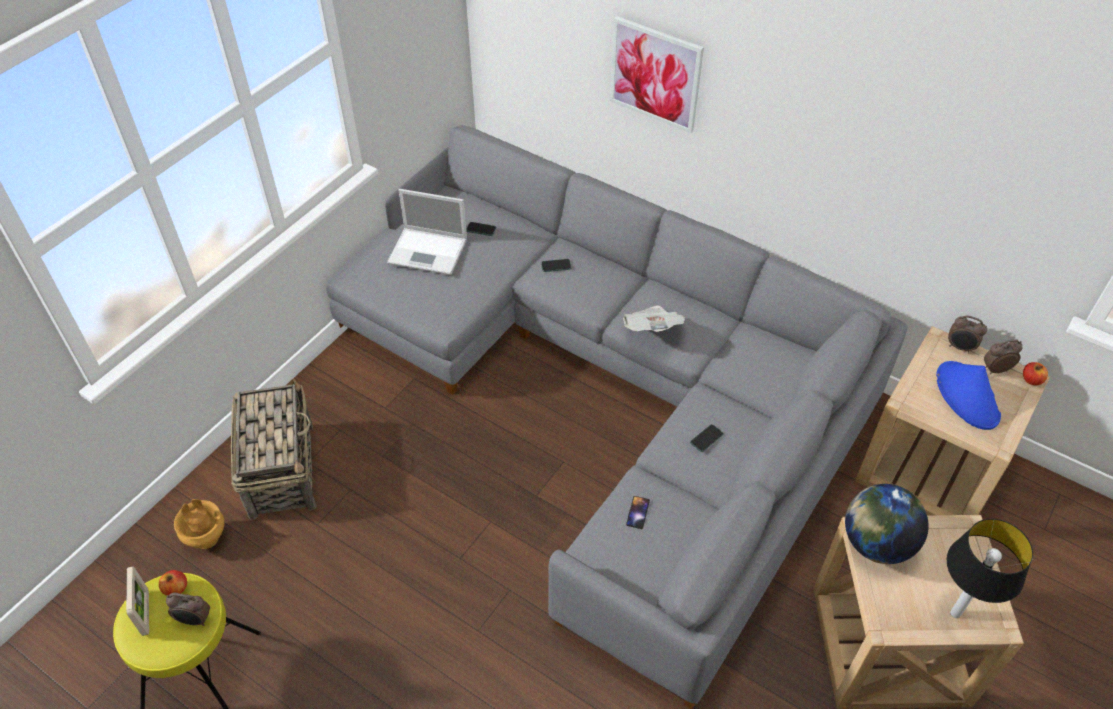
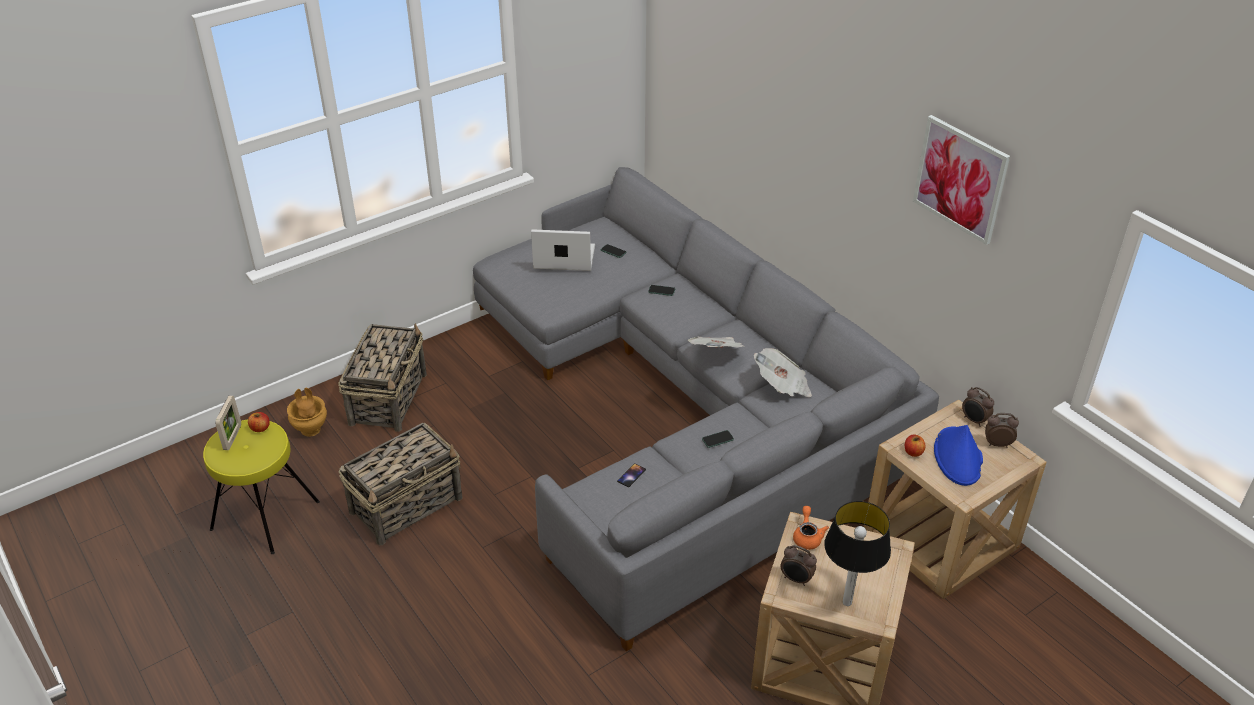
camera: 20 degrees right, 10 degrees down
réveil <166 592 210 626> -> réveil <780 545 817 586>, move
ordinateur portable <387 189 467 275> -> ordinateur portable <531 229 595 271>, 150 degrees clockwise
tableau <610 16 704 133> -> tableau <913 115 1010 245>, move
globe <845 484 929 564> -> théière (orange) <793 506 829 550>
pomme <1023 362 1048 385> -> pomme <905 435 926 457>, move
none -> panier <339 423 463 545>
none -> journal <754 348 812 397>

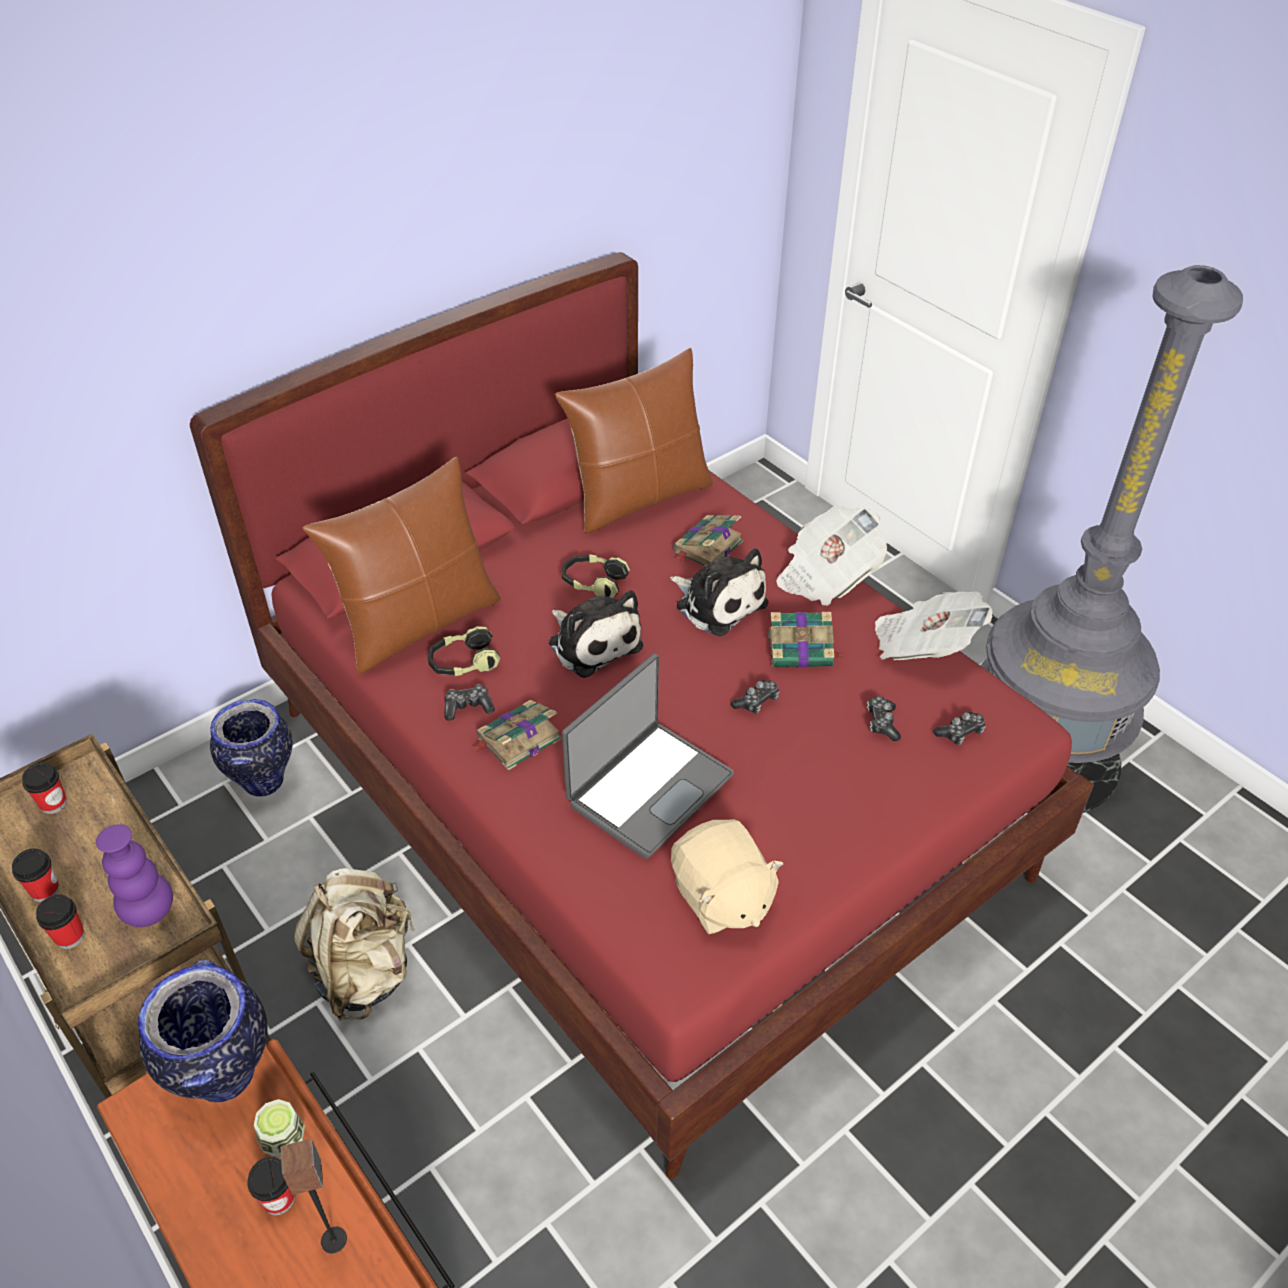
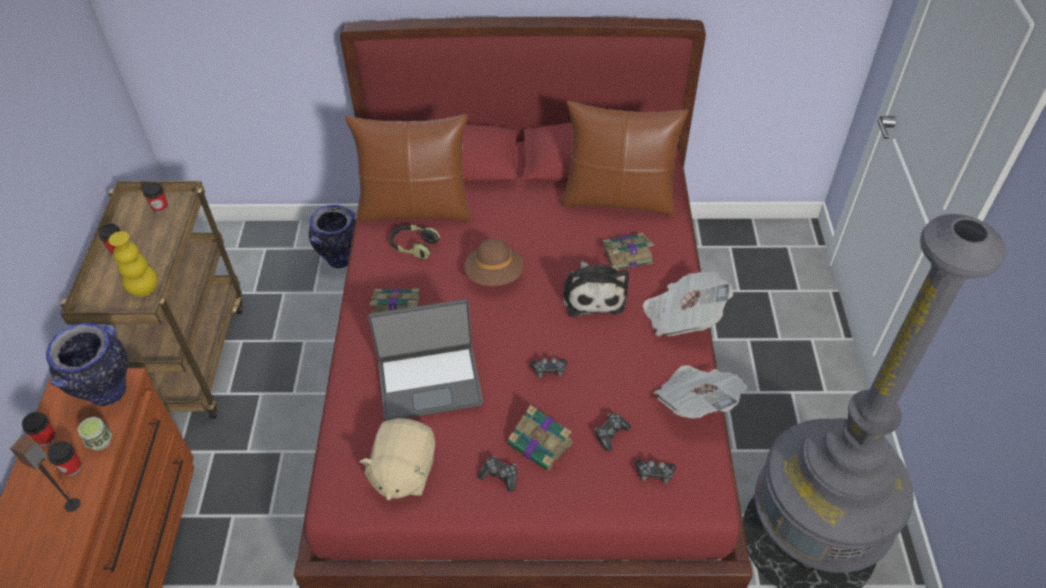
camera: 40 degrees right, 5 degrees up
tasse <36 894 85 949> -> tasse <22 412 57 446>, move
vase (violet) <96 824 173 927> -> vase (jaune) <108 231 158 296>
sac à dos (beige) <293 868 415 1021> -> none
manette <444 684 495 721> -> manette <478 456 517 492>, move
peluche <549 590 643 678> -> chapeau (marron) <465 239 523 286>
casque audio <562 554 630 598> -> none
livre <768 612 844 667> -> livre <508 405 573 471>, move

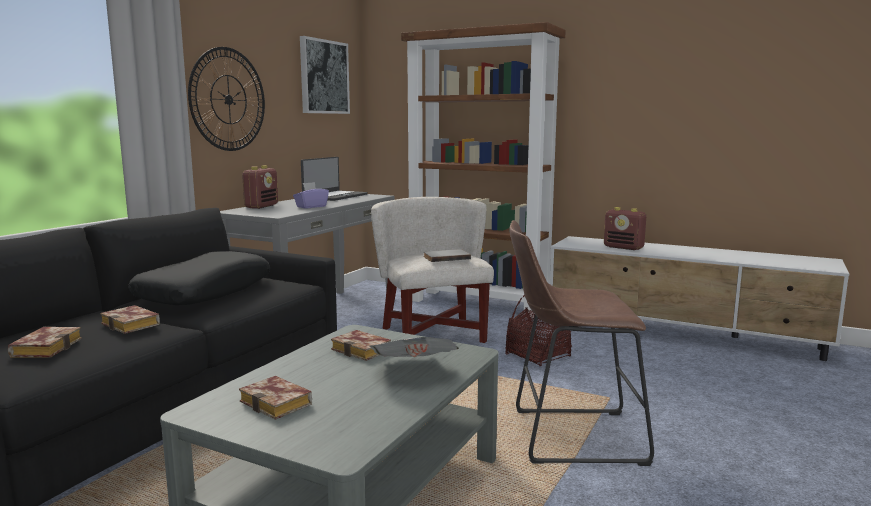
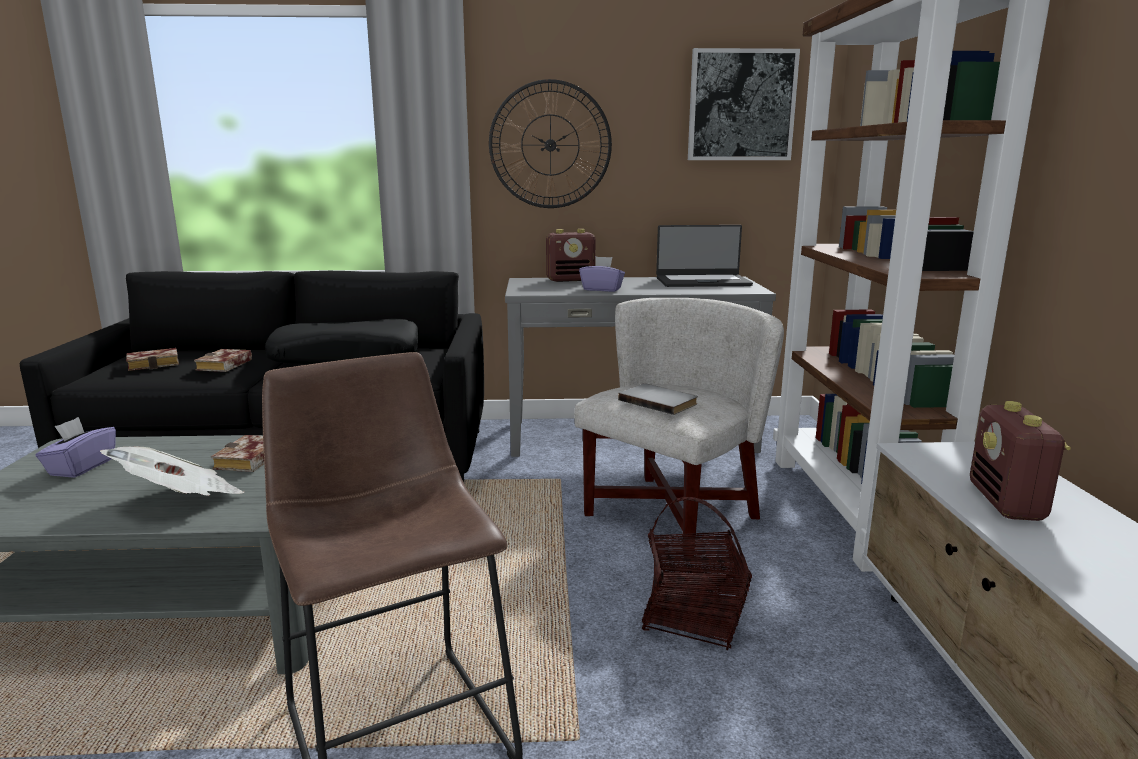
camera: 60 degrees right, 5 degrees up
livre <239 376 312 420> -> boîte à mouchoirs (violet) <35 417 116 478>

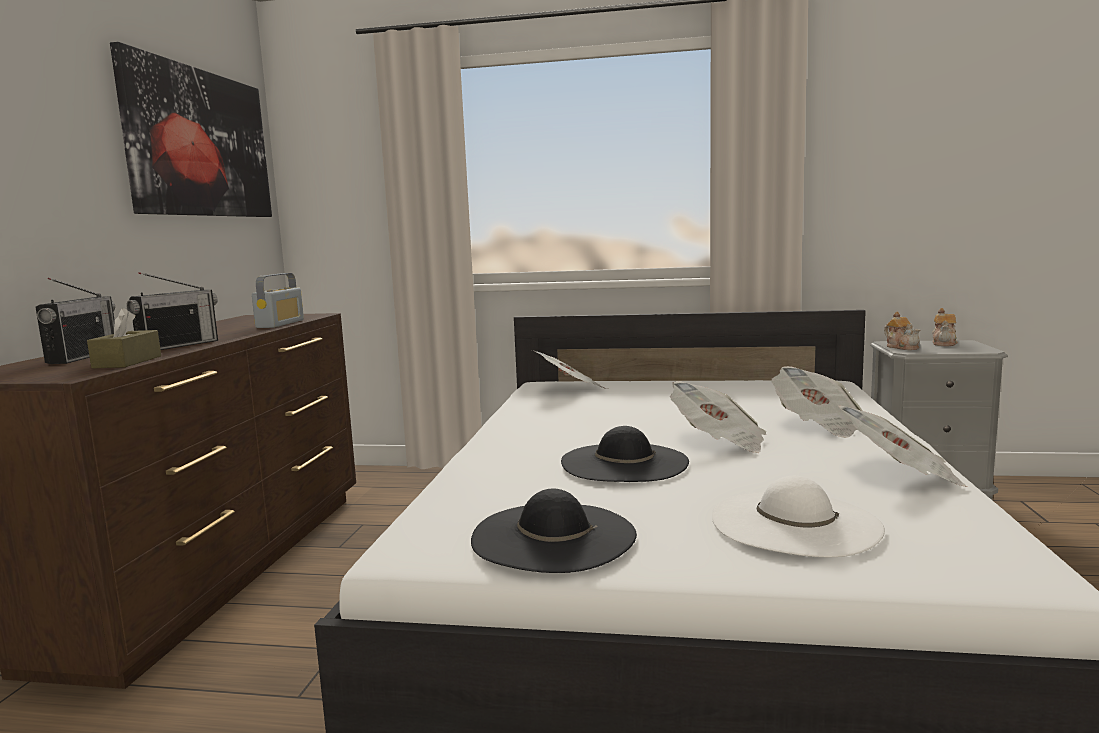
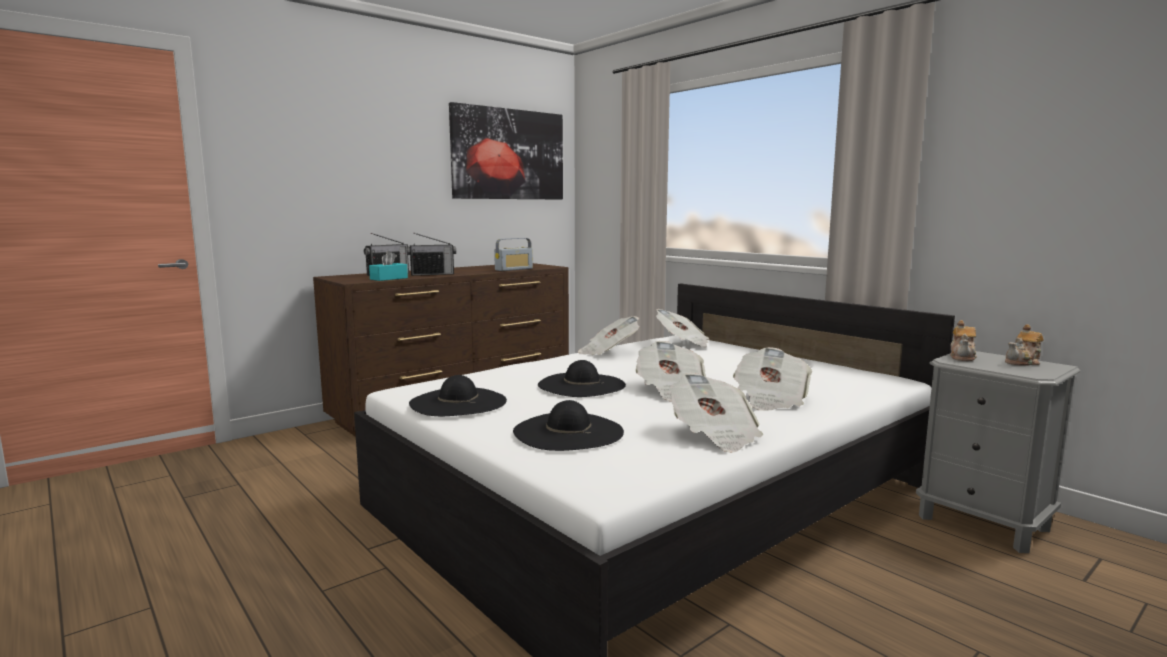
camera: 40 degrees right, 0 degrees up
boîte à mouchoirs (marron) <87 308 161 369> -> boîte à mouchoirs (turquoise) <369 251 408 281>
chapeau (blanc) <712 475 885 557> -> chapeau (noir) <513 400 624 451>
none -> journal <578 316 640 355>

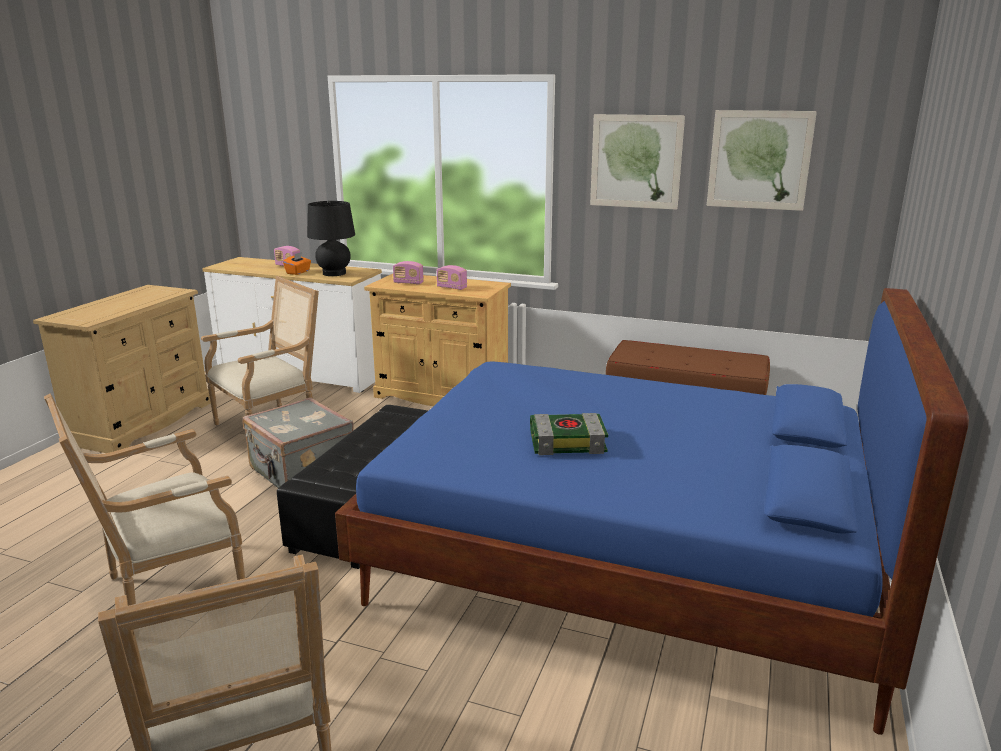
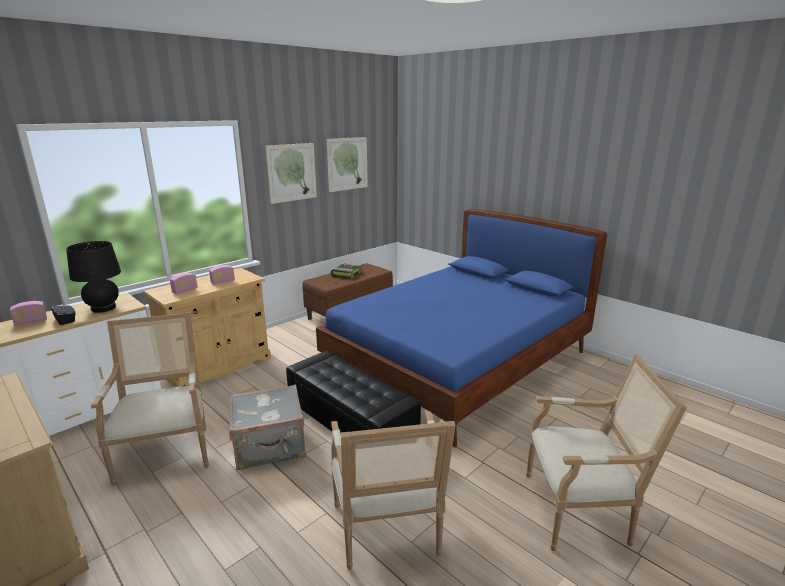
camera: 65 degrees left, 0 degrees up
boîte à mouchoirs (orange) <283 252 311 275> -> boîte à mouchoirs (noir) <51 300 76 325>
livre <530 413 608 455> -> livre <331 263 362 279>, move

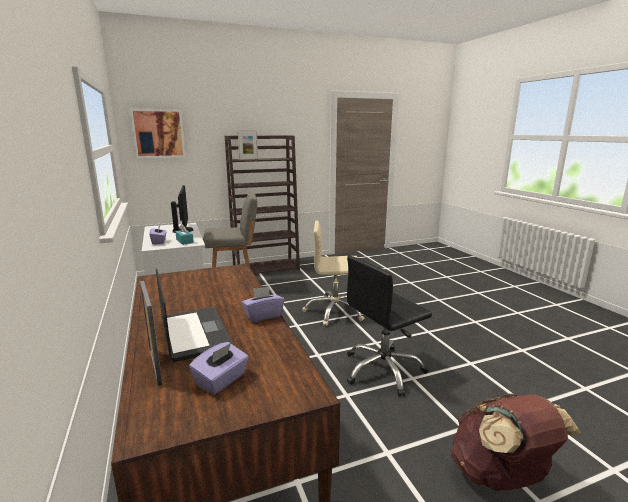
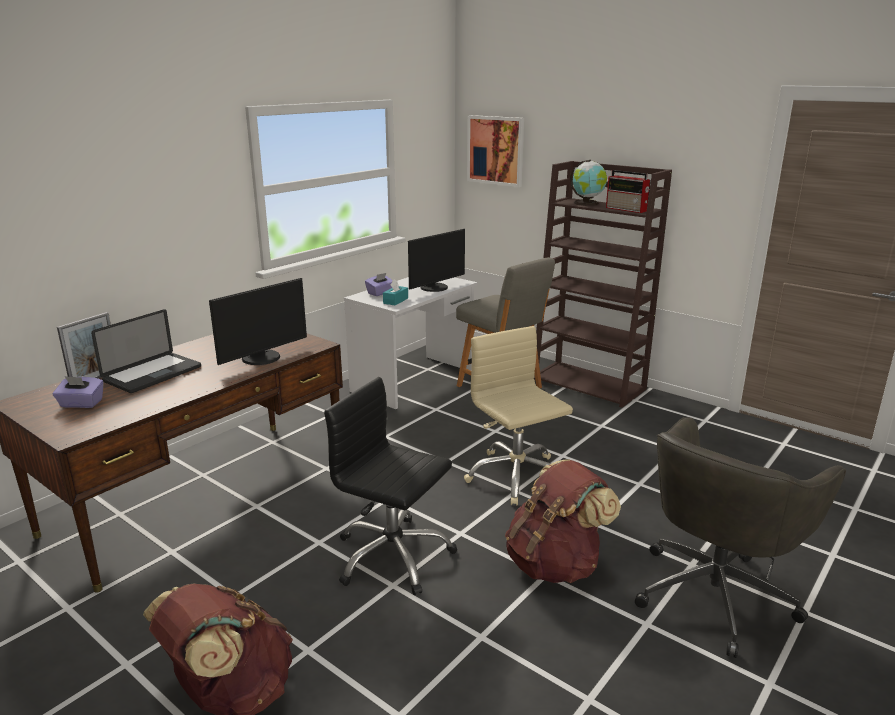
camera: 60 degrees right, 5 degrees up
cadre photo <238 130 258 160> -> globe <570 160 607 206>
boîte à mouchoirs (violet) <242 286 285 322> -> none
none -> écran d'ordinateur <209 278 307 365>
none -> sac à dos (marron) <505 459 621 583>
none -> radio <606 170 651 213>
none -> chaise de bureau (gris) <635 417 846 658>

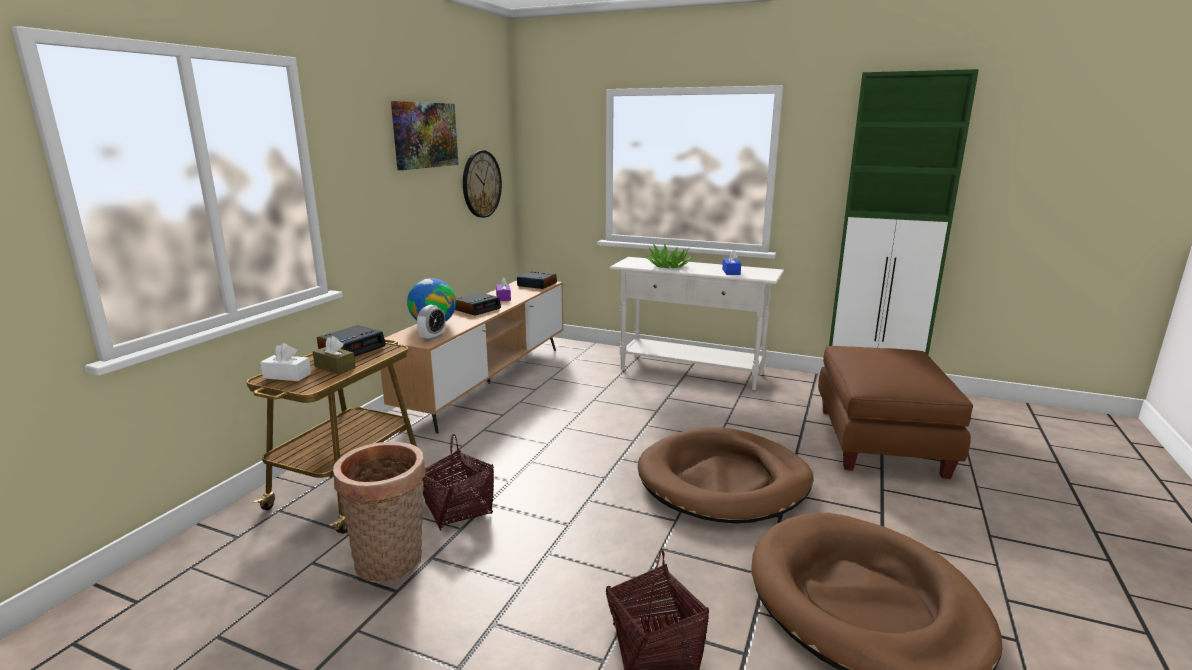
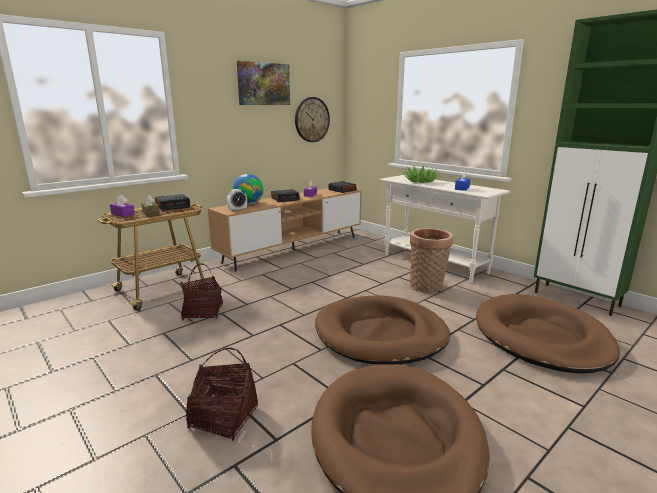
camera: 25 degrees right, 0 degrees up
boîte à mouchoirs (blanc) <260 343 311 381> -> boîte à mouchoirs (violet) <110 195 135 217>
panier <333 442 425 583> -> panier <410 228 453 293>, move
pouf (marron) <818 346 973 479> -> panier pour chien (marron) <476 294 620 373>

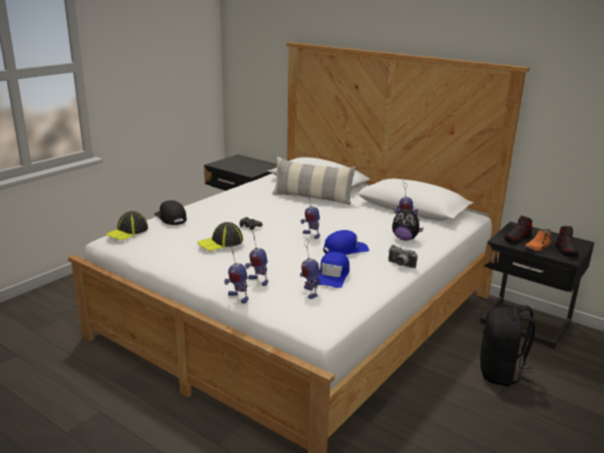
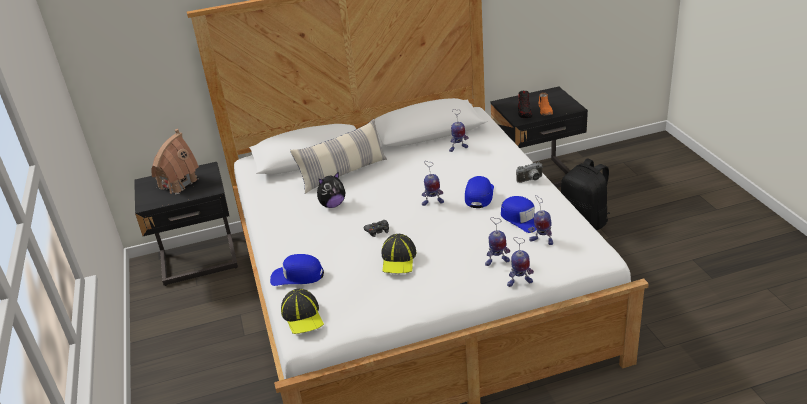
camera: 50 degrees left, 10 degrees up
casquette (noir) <154 200 187 225> -> casquette (bleu) <270 254 324 286>
peluche <392 206 423 241> -> peluche <317 172 345 208>, move
chaussure <555 226 578 257> -> none
none -> maison miniature <152 129 199 194>

